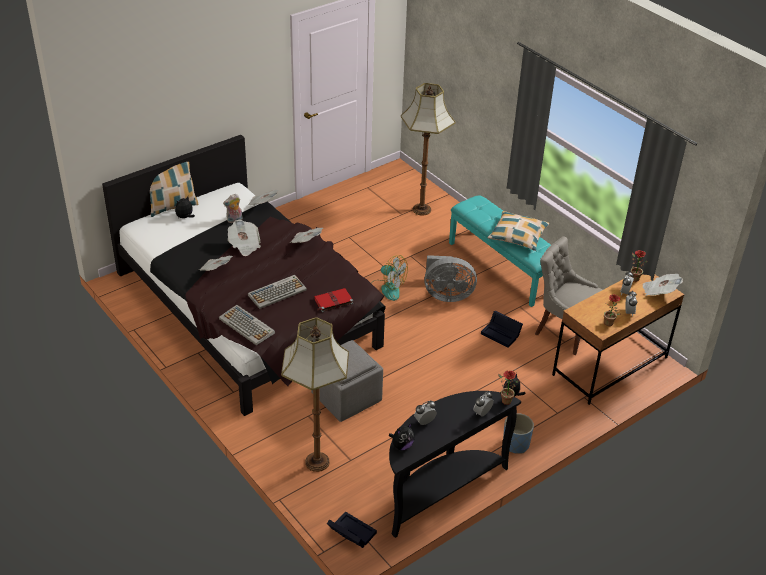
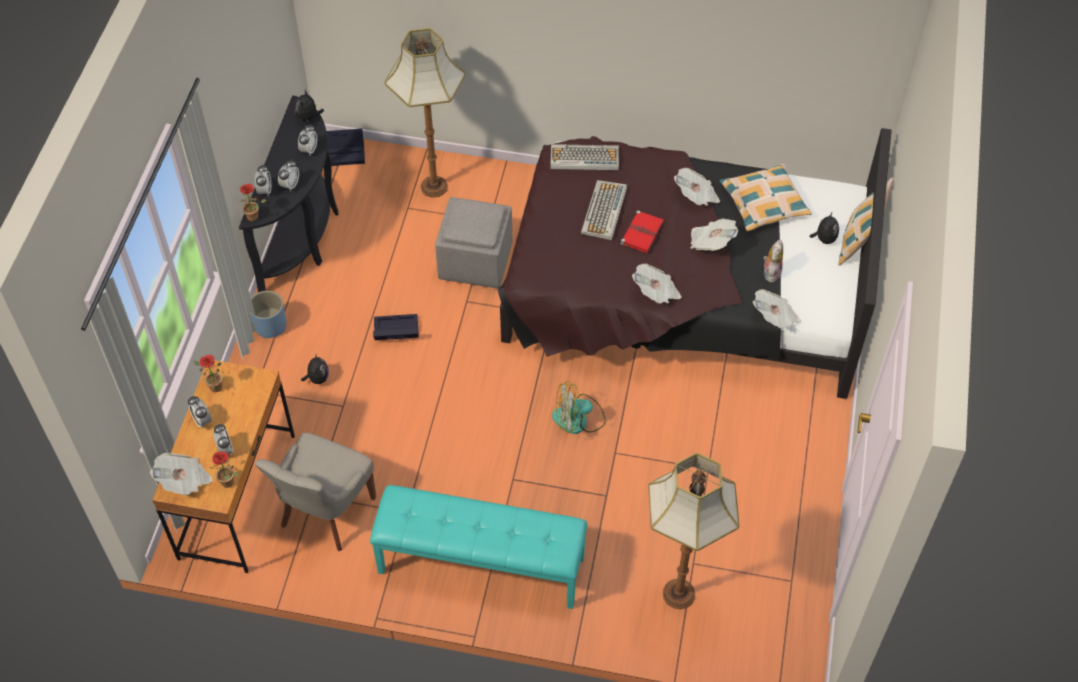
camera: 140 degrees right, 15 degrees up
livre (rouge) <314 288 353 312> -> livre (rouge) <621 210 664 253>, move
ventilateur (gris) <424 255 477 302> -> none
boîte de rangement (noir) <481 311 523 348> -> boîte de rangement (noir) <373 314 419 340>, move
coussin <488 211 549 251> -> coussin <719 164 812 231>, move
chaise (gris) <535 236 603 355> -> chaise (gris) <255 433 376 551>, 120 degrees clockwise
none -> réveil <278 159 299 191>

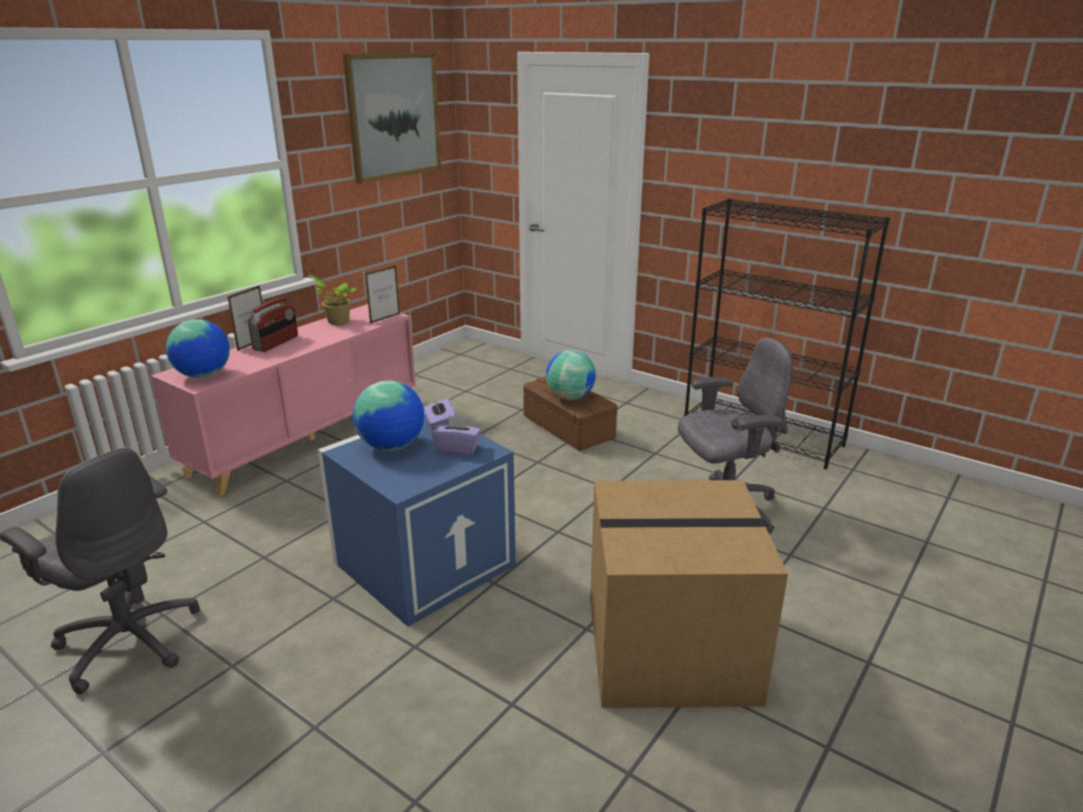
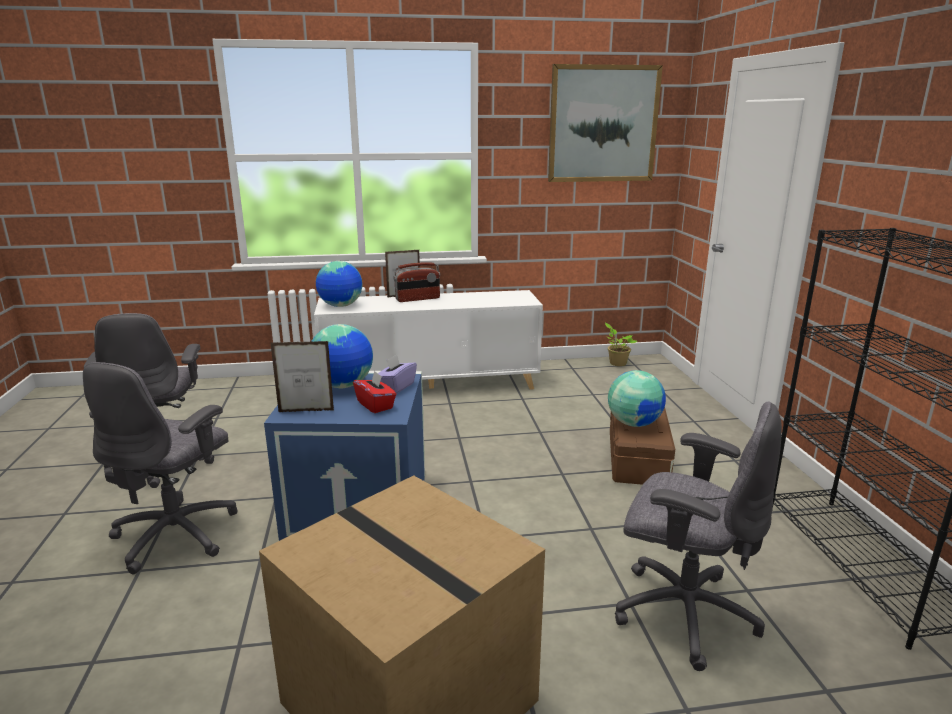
camera: 45 degrees right, 5 degrees down
meuble de rangement (rose) <151 304 416 497> -> meuble de rangement (blanc) <314 290 543 390>
plante en pot <309 275 356 325> -> plante en pot <605 323 637 366>, move
cadre photo <365 265 400 324> -> cadre photo <271 341 334 412>, move
boîte à mouchoirs (violet) <432 415 481 455> -> boîte à mouchoirs (rouge) <353 370 396 413>
none -> chaise de bureau (gris) <83 362 237 574>

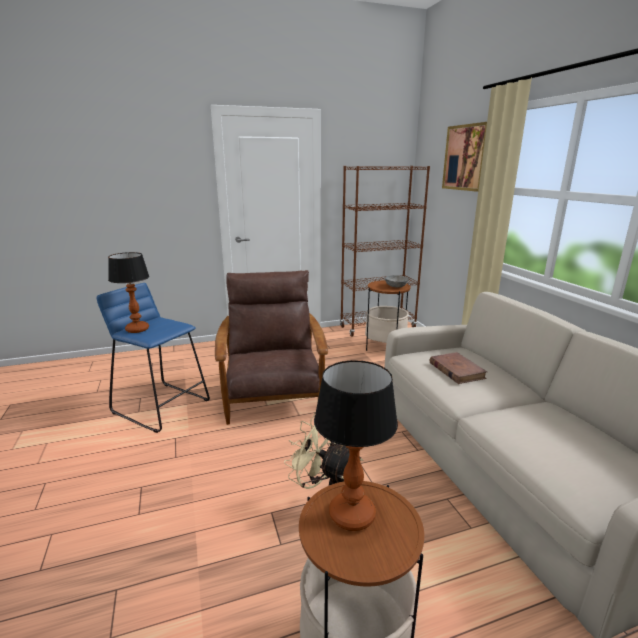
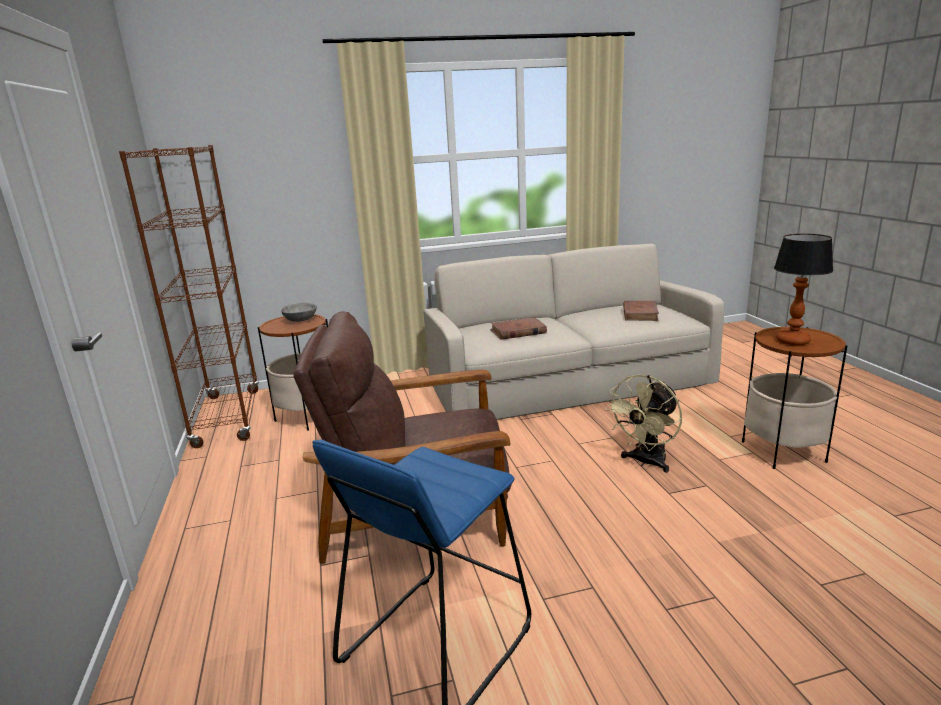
camera: 85 degrees left, 0 degrees up
lampe de table <108 252 150 333> -> none
tableau <442 122 487 192> -> none
none -> livre (marron) <623 301 659 321>

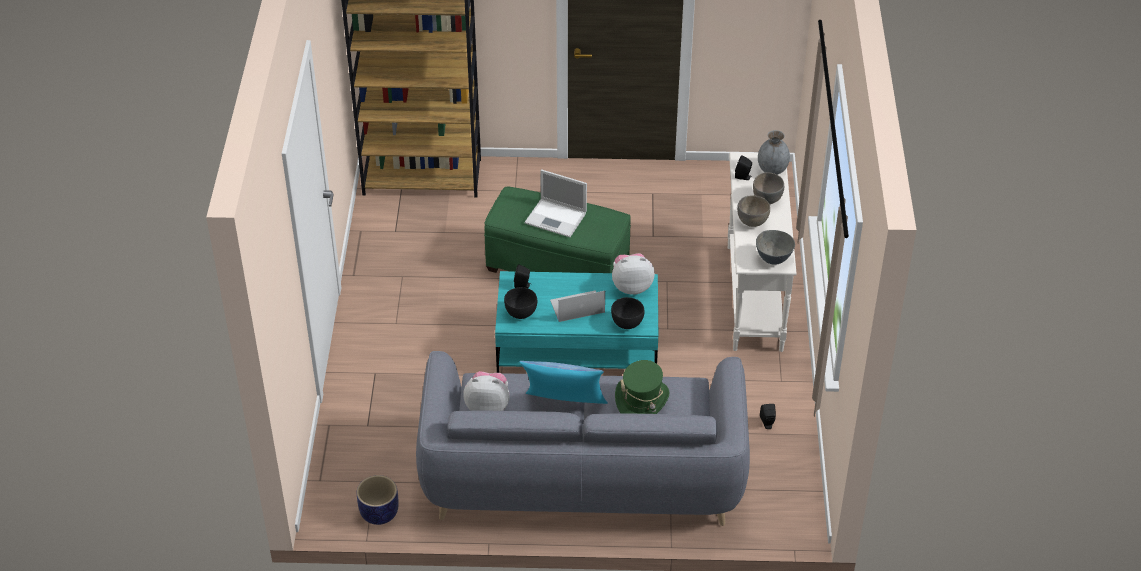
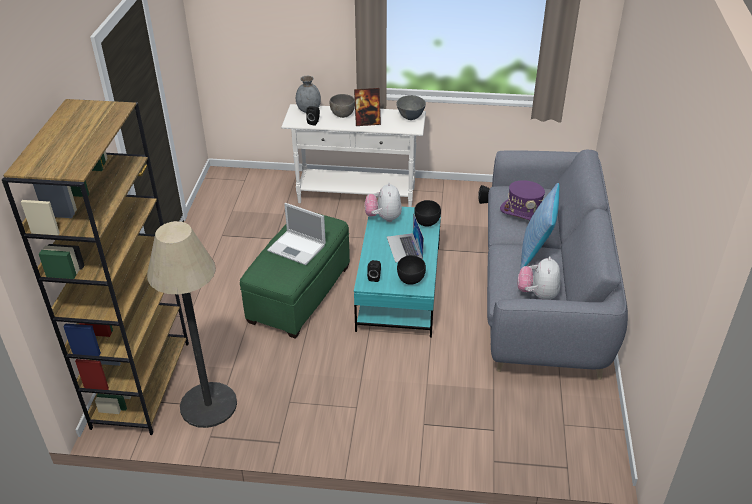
camera: 85 degrees left, 5 degrees down
cache-pot <357 475 399 525> -> none
ordinateur portable <524 169 587 237> -> ordinateur portable <267 203 326 265>, 90 degrees clockwise
chapeau (vert) <615 360 670 414> -> chapeau (violet) <500 180 545 220>
bol (gris) <737 195 770 227> -> cadre photo <354 88 381 126>
none -> lampadaire <147 221 237 428>

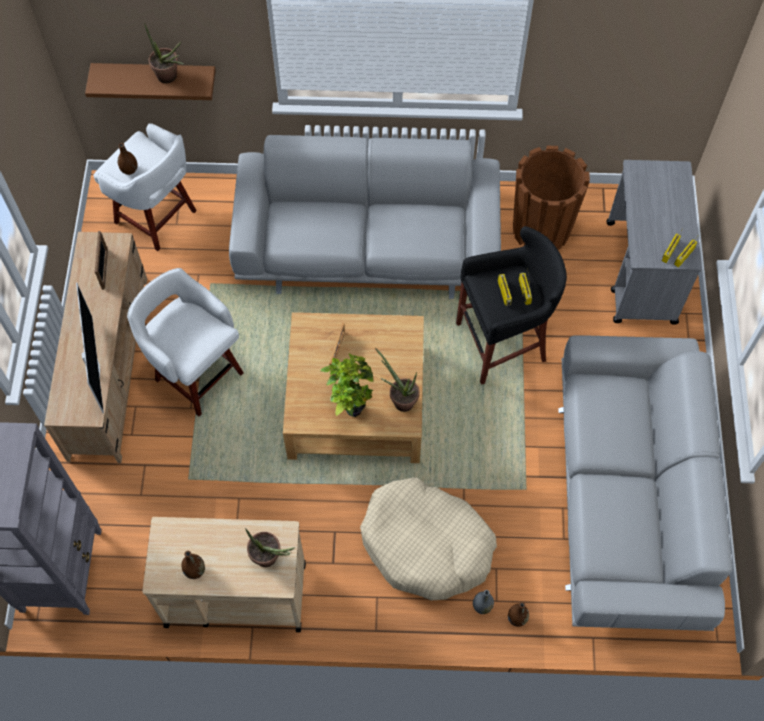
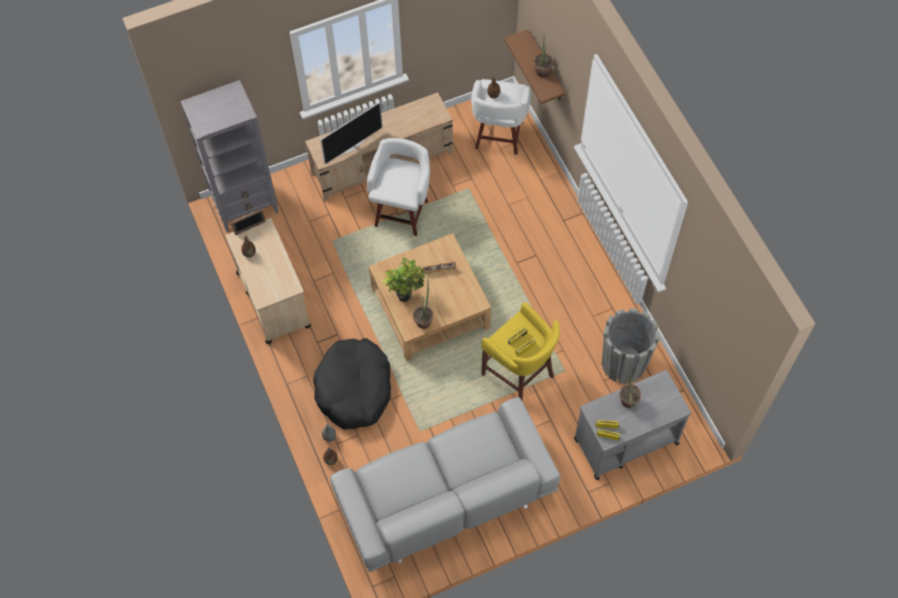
camera: 65 degrees right, 0 degrees up
cadre photo <95 231 108 290> -> cadre photo <231 209 266 235>, move
canapé (gris) <229 135 501 299> -> none
plante en pot <245 528 296 567> -> plante en pot <619 372 641 410>, move
panier pour chien (beige) <360 477 497 600> -> panier pour chien (noir) <313 338 391 430>
tabouret (noir) <456 226 567 385> -> tabouret (jaune) <481 302 560 402>
cache-pot (marron) <513 146 590 250> -> cache-pot (gris) <602 308 660 384>

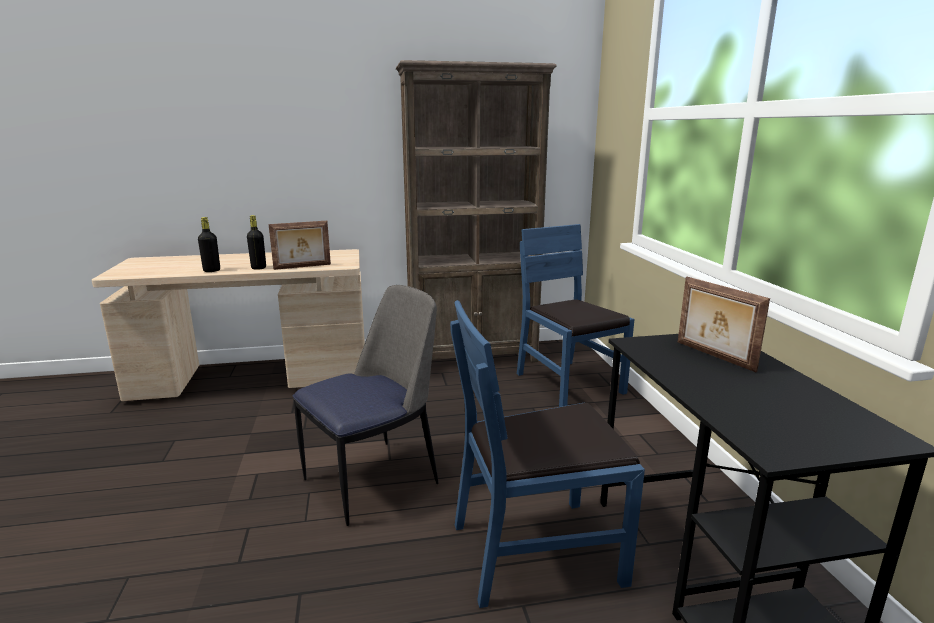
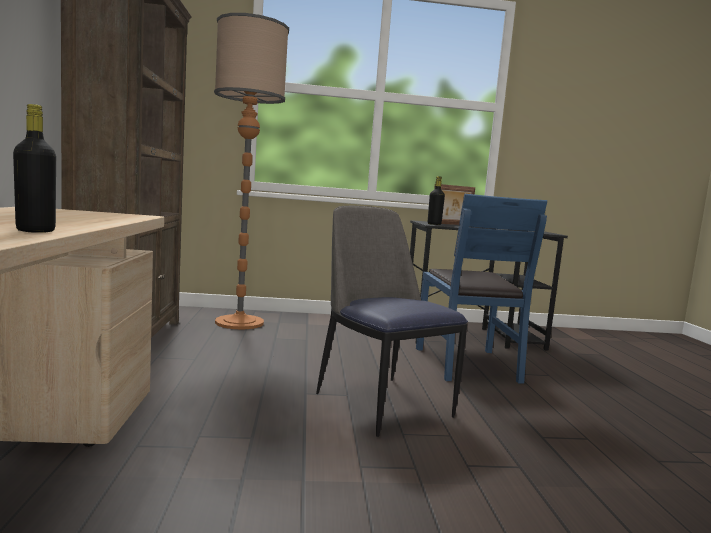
camera: 85 degrees left, 10 degrees down
bouteille (noir) <247 215 266 270> -> bouteille (noir) <428 176 445 225>, move
cadre photo <269 221 331 270> -> none
chaise (bleu) <517 224 634 407> -> lampadaire <214 13 289 330>

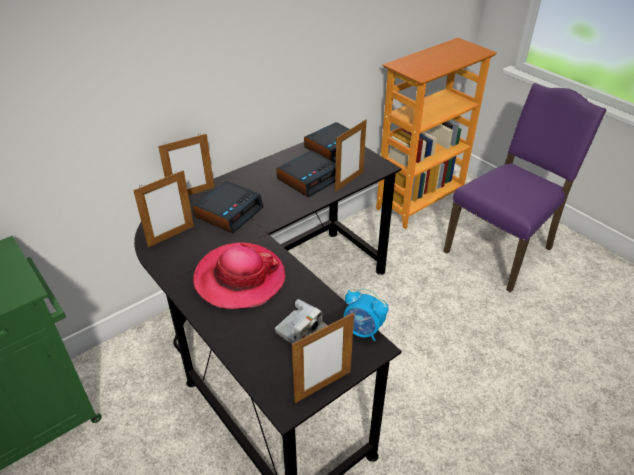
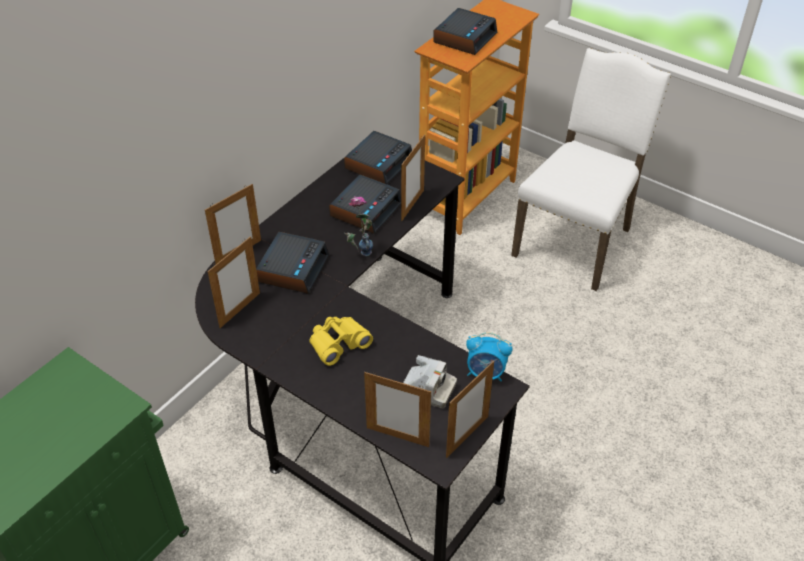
camera: 15 degrees left, 5 degrees up
chapeau <193 242 286 309> -> jumelles (jaune) <309 317 373 366>
chaise (violet) <443 83 607 292> -> chaise (blanc) <511 48 671 291>
none -> vase <344 196 373 256>
none -> cadre photo <364 372 431 447>
none -> réveil <433 8 497 55>

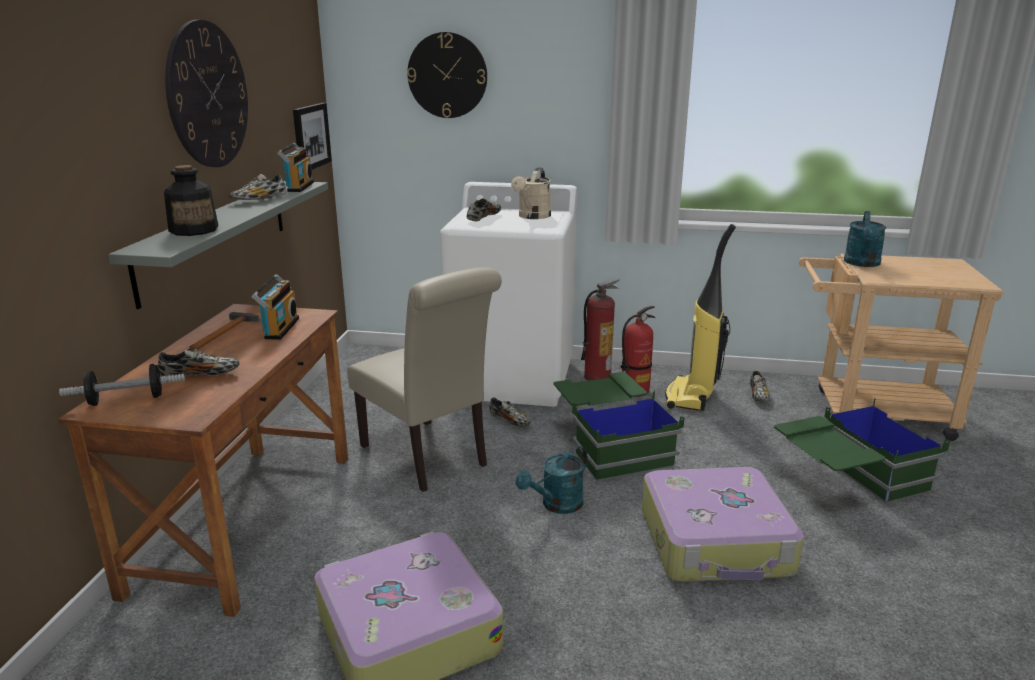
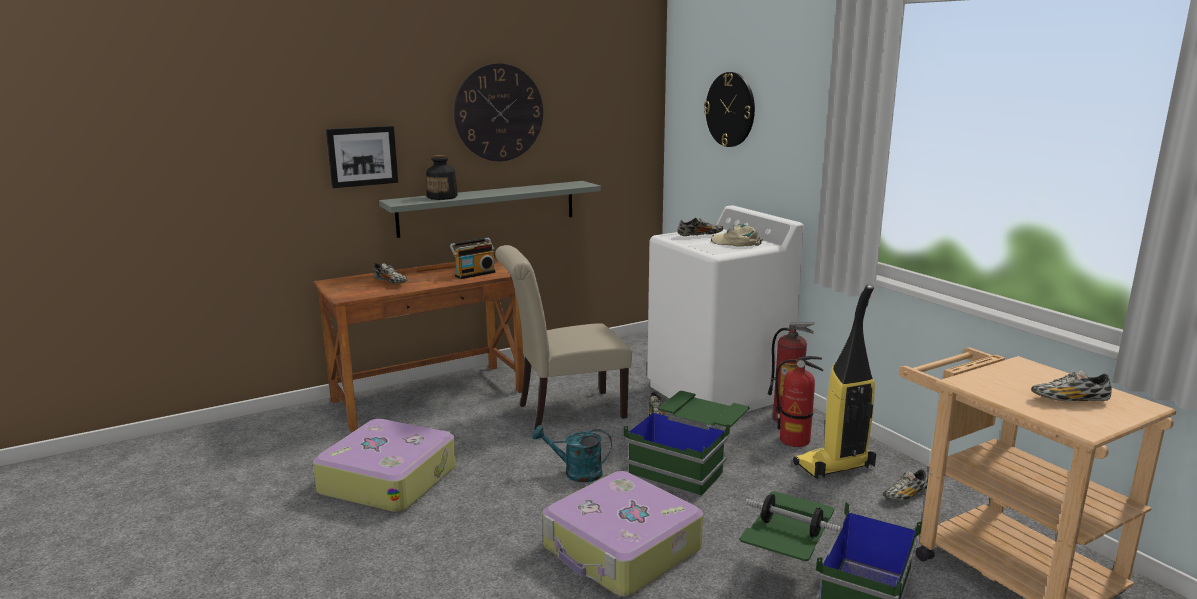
camera: 50 degrees right, 5 degrees down
haltère <59 364 185 406> -> haltère <746 494 841 537>, move
chaussure <229 174 287 200> -> chaussure <1031 370 1112 401>, move
radio <277 143 314 192> -> none
tableau <293 103 332 170> -> tableau <326 126 398 188>, move
chaise (beige) <347 267 502 492> -> chaise (beige) <495 245 632 429>, 60 degrees clockwise
arrosoir (beige) <511 167 551 219> -> casquette (beige) <711 225 763 247>
arrosoir (turquoise) <844 211 886 267> -> none

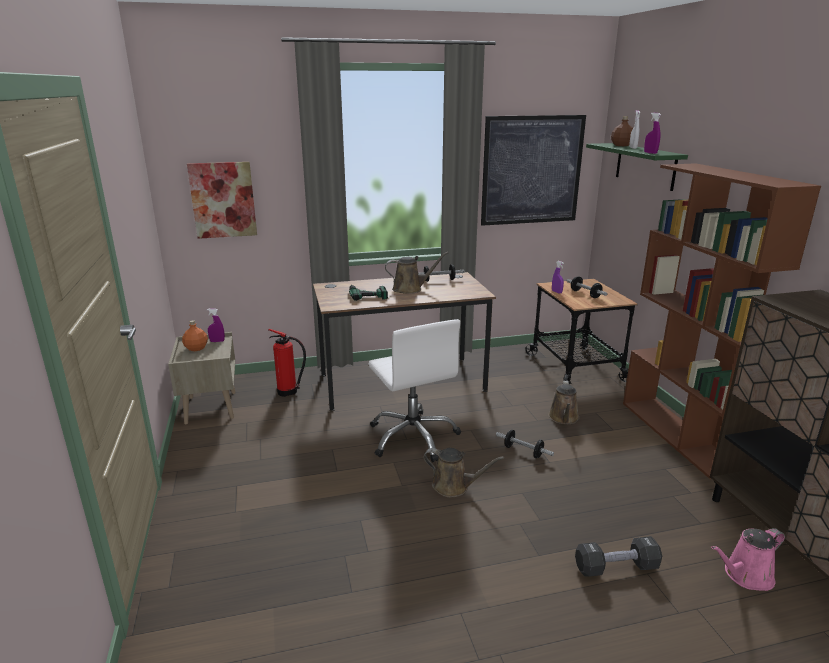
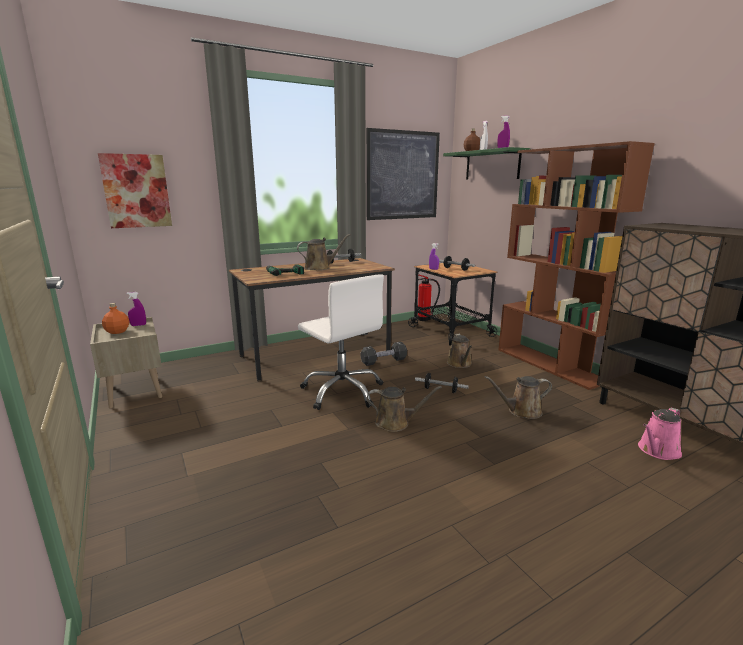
camera: 15 degrees left, 5 degrees down
extincteur <268 329 306 397> -> extincteur <417 274 440 321>, move
haltère (noir) <575 536 662 577> -> haltère (noir) <361 342 407 366>, move
none -> arrosoir (marron) <485 376 552 419>

